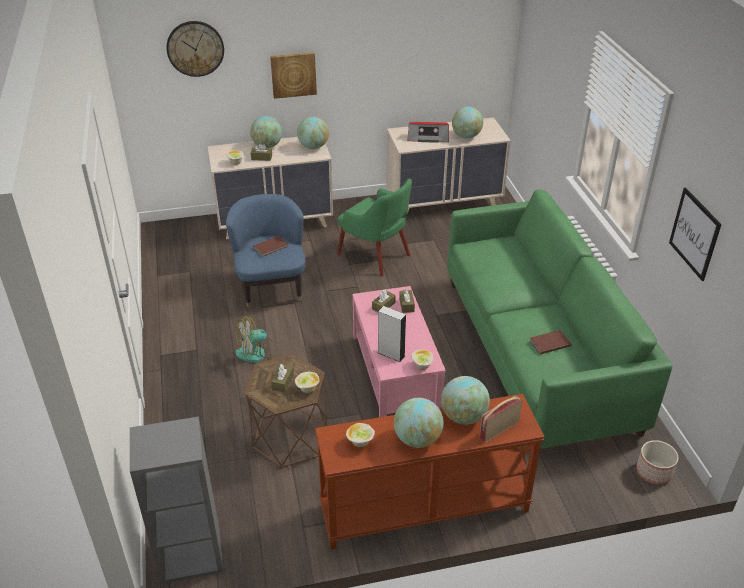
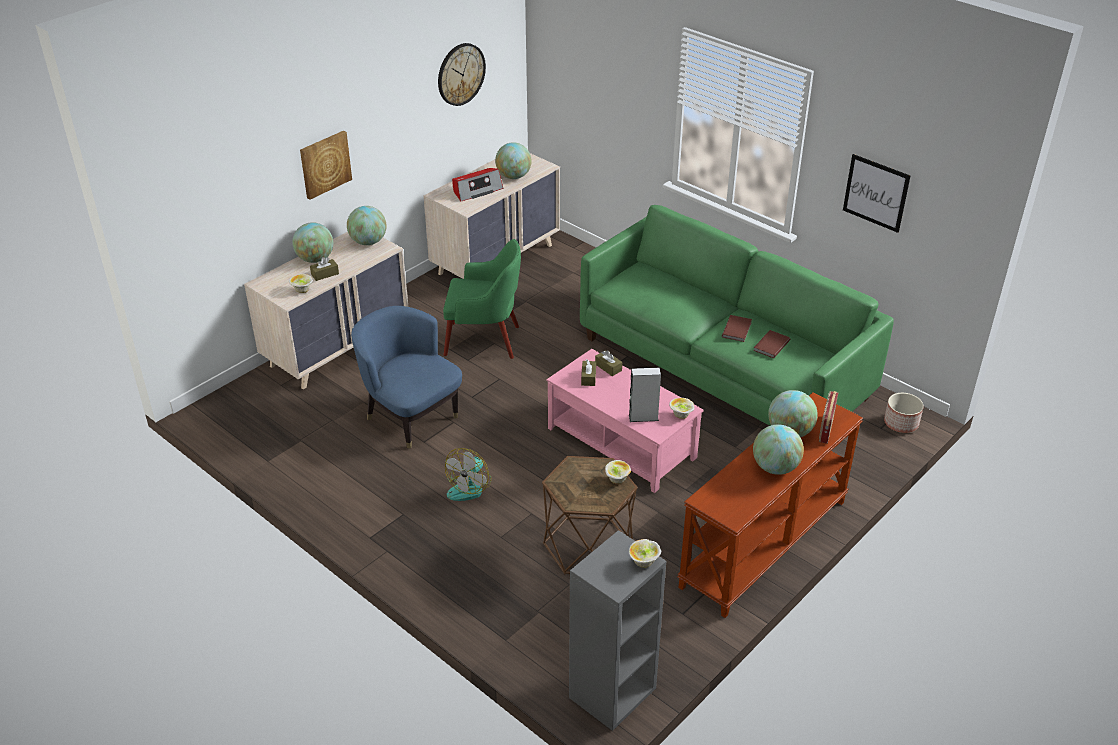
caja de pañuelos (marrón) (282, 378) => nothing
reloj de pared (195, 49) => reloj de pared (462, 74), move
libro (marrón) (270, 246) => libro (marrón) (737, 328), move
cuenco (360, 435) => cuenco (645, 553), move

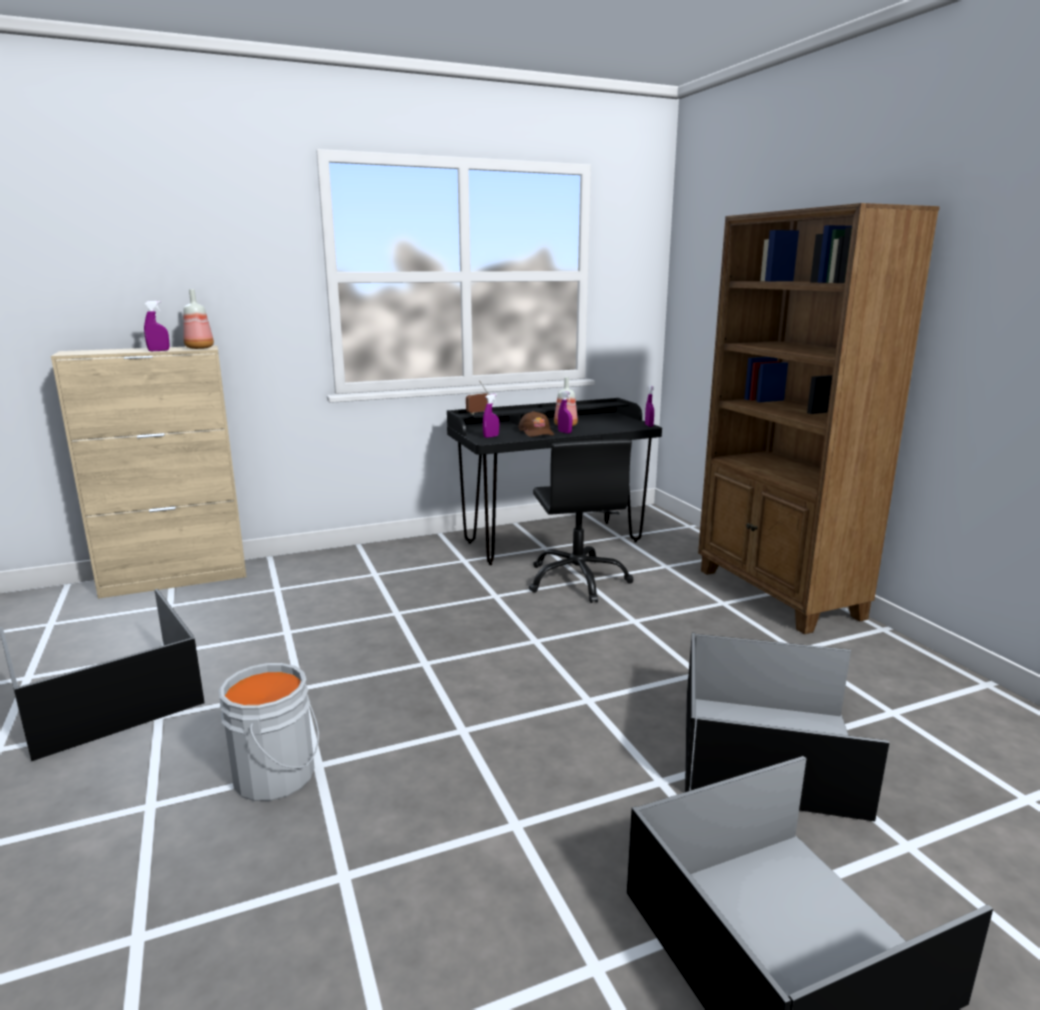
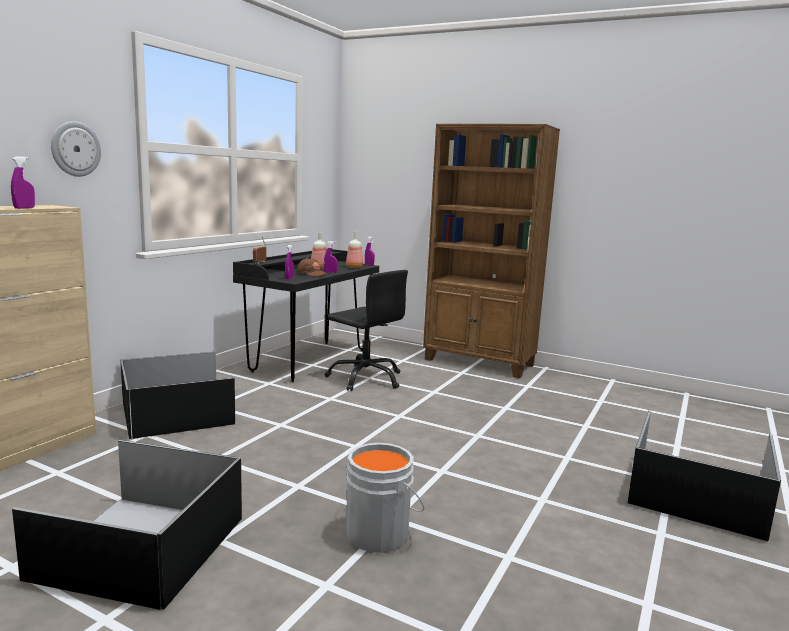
nothing => reloj de pared (76, 149)
botella (198, 319) => botella (354, 250), move
caja de almacenaje (negro) (787, 727) => caja de almacenaje (negro) (178, 395), move

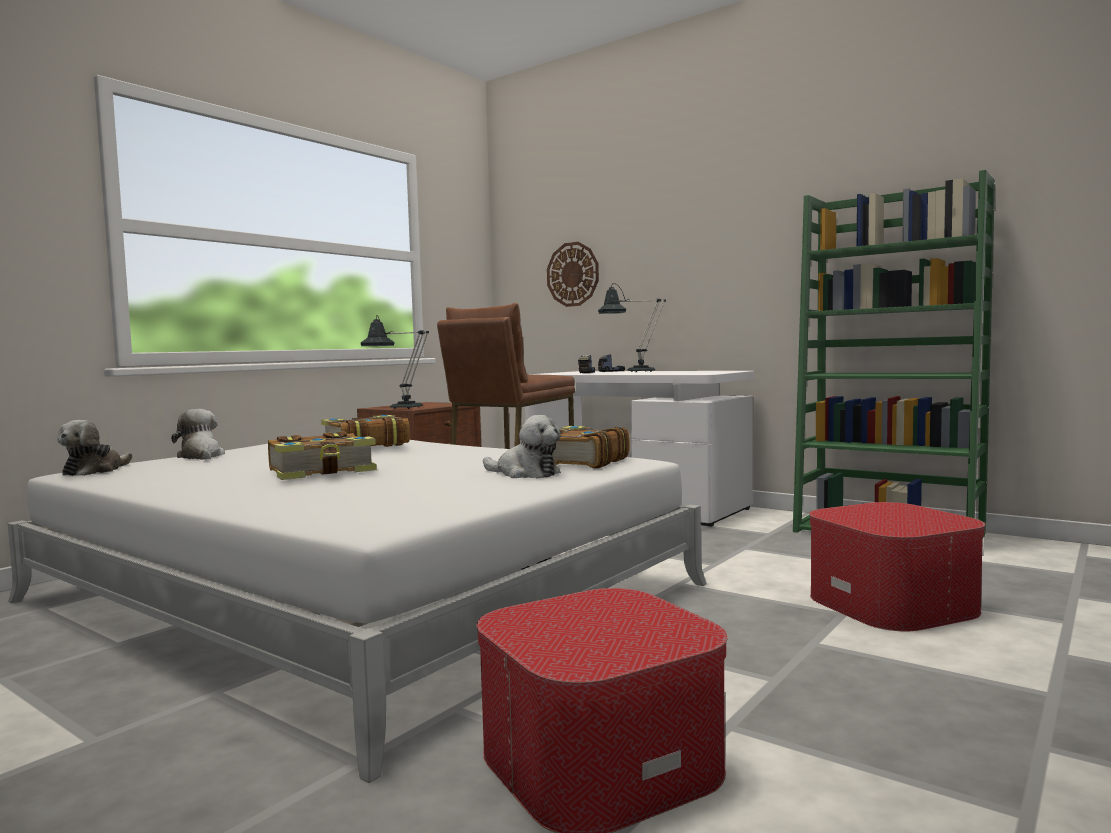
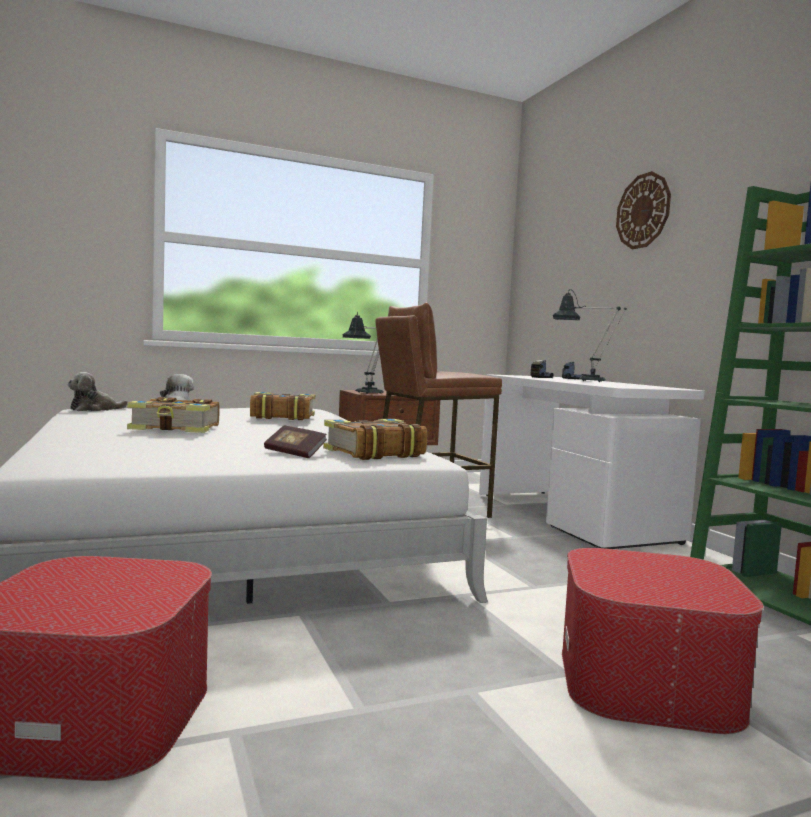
reloj de pared (573, 274) => reloj de pared (643, 210), move
peluche (522, 446) => libro (295, 442)

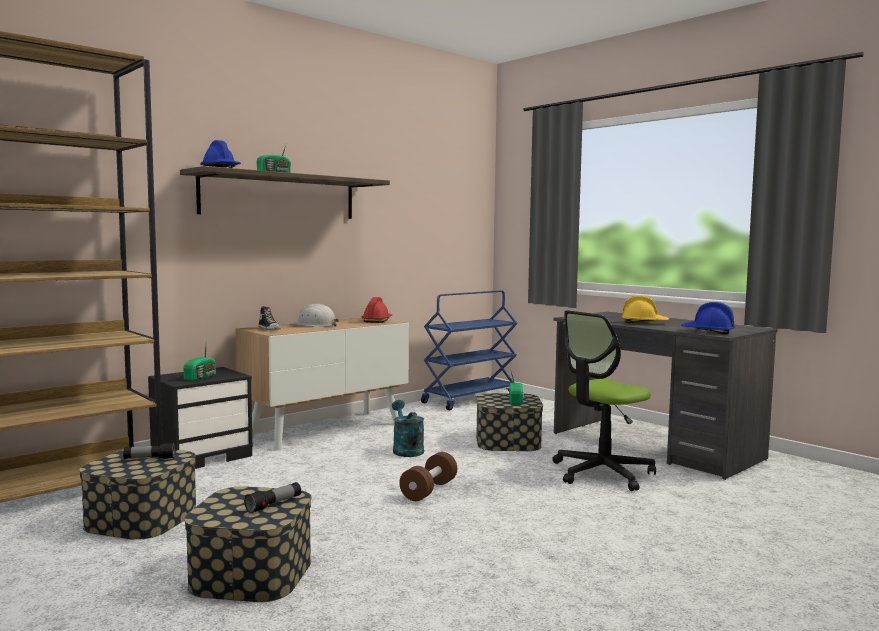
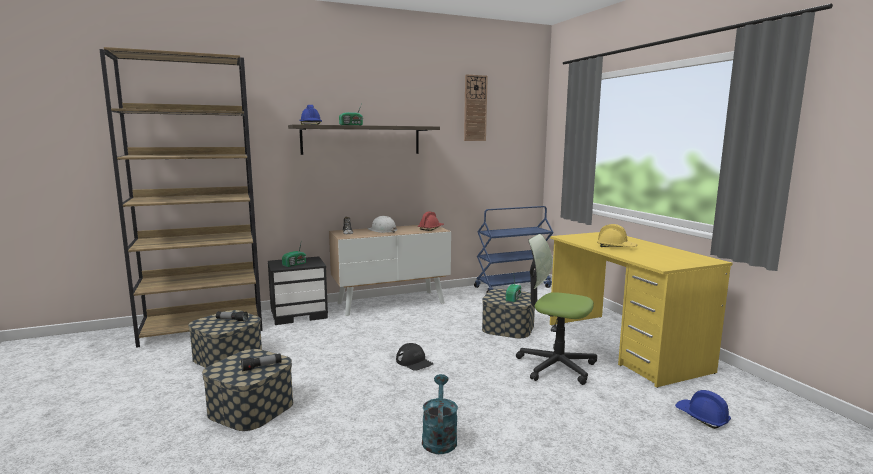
nothing => reloj de pared (476, 107)
regadera (turquesa) (408, 428) => regadera (turquesa) (440, 414), move
casco (azul) (708, 318) => casco (azul) (703, 409), move
mancuerna (marrón) (428, 476) => gorra (negro) (415, 357)
escritorio (gris) (665, 396) => escritorio (amarillo) (641, 310)
silla de oficina (604, 400) => silla de oficina (556, 309), 45 degrees clockwise

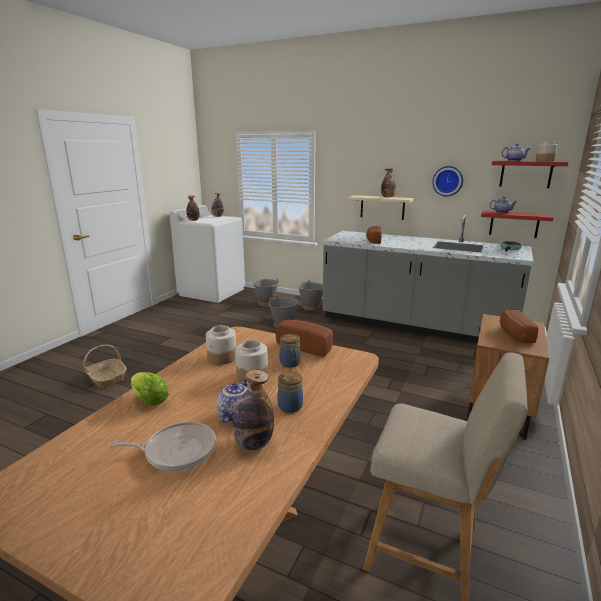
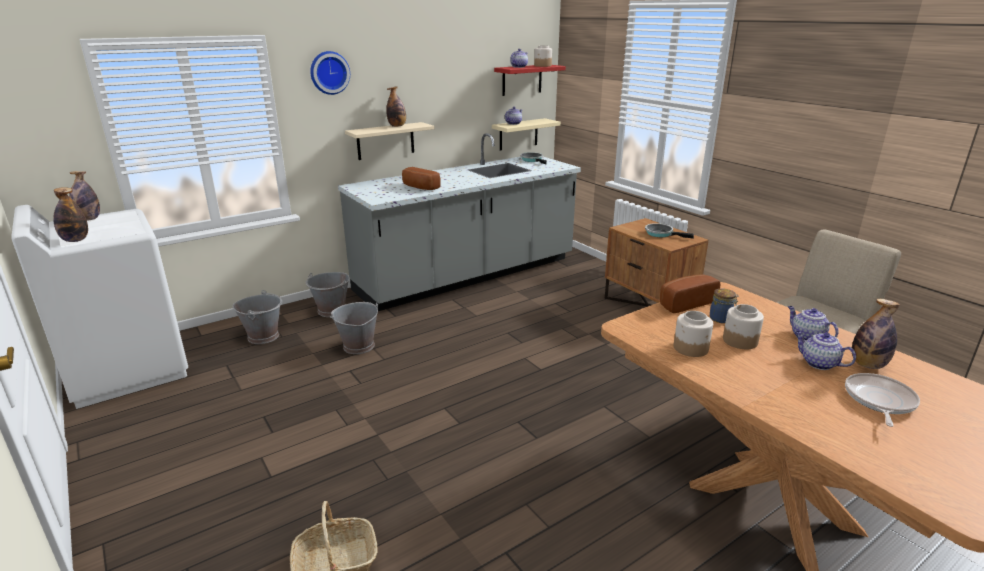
lechuga (150, 389) => nothing
reloj de pared (447, 181) => reloj de pared (330, 73), move
tarro (290, 392) => tetera (813, 323)
pan (519, 326) => sartén (669, 231)
estante (rojo) (517, 224) => estante (beis) (526, 134)

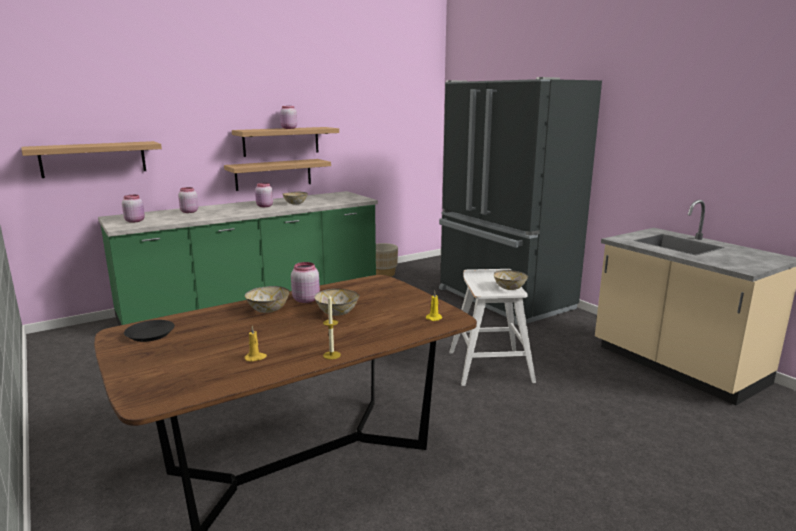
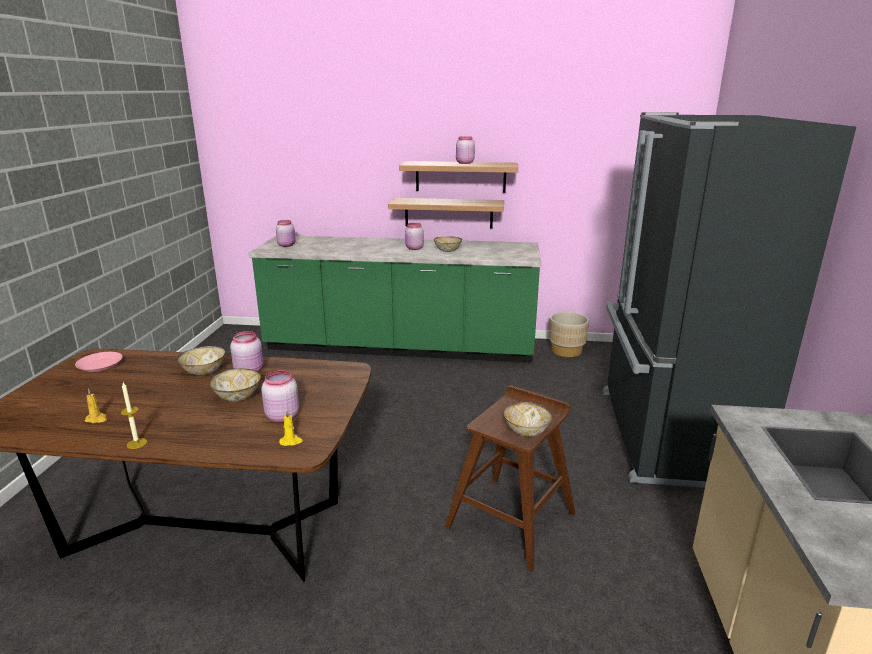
estante (91, 159) => nothing
tarro (rosa) (188, 200) => tarro (rosa) (280, 396), move
plato (negro) (149, 331) => plato (rosa) (99, 362)
taburete (blanco) (493, 327) => taburete (marrón) (510, 478)

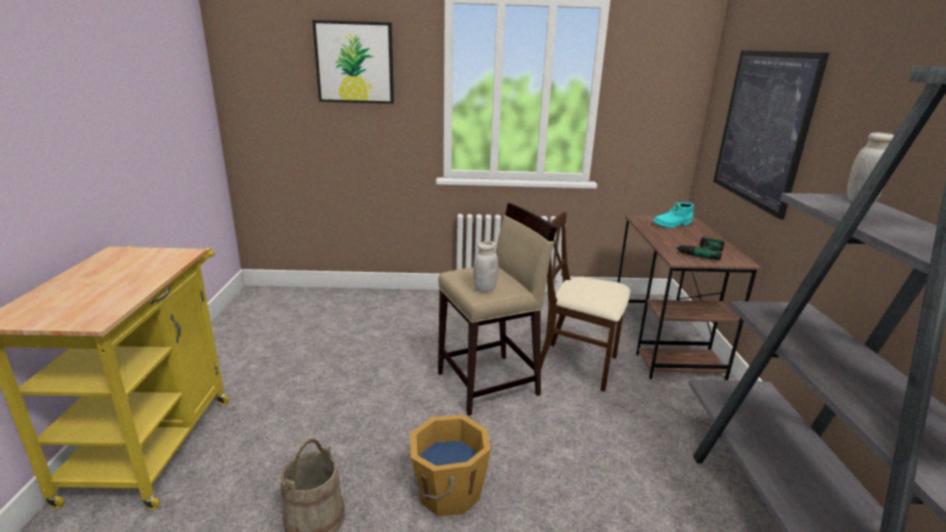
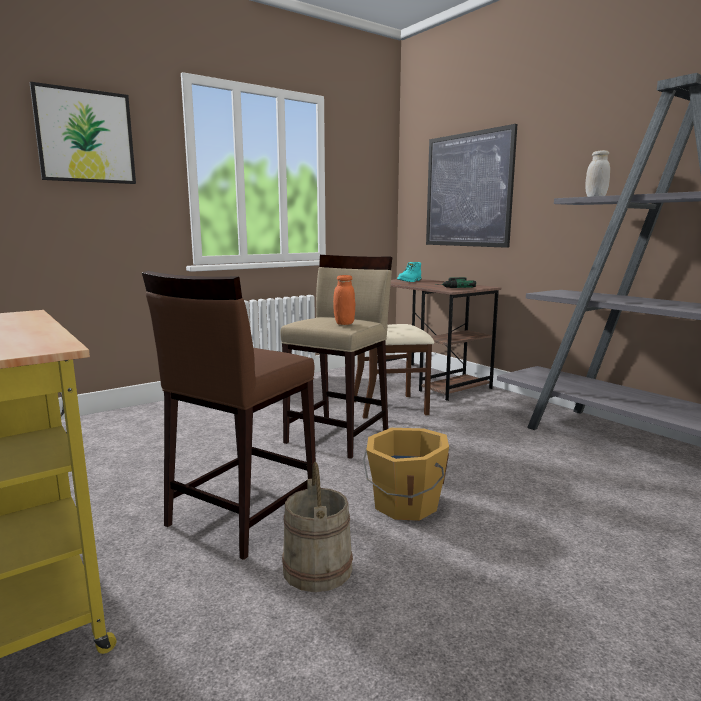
nothing => taburete (marrón) (229, 415)
tarro (blanco) (486, 266) => tarro (naranja) (344, 300)

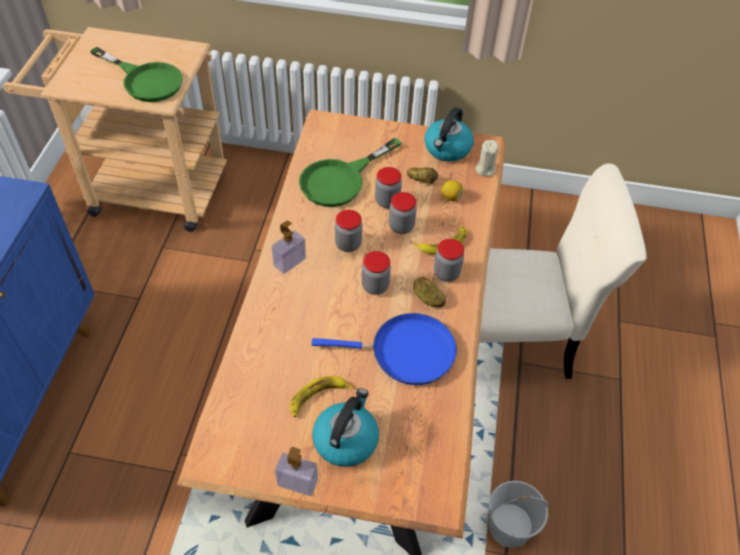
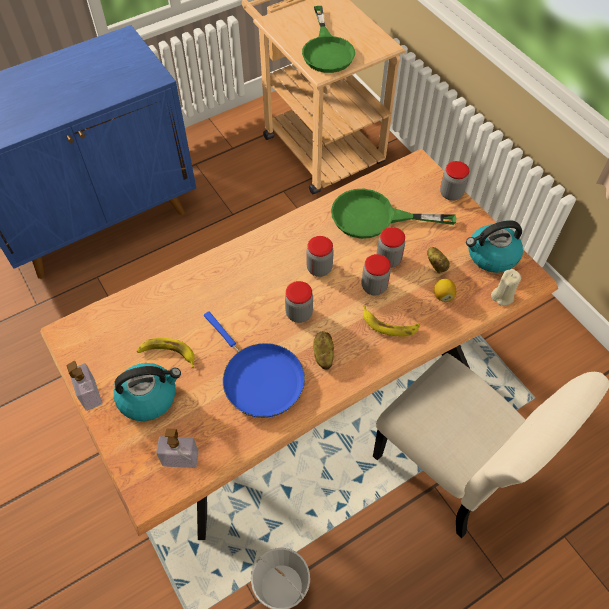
dispensador de jabón (289, 247) => dispensador de jabón (177, 448), move
tarro (449, 260) => tarro (455, 181), move

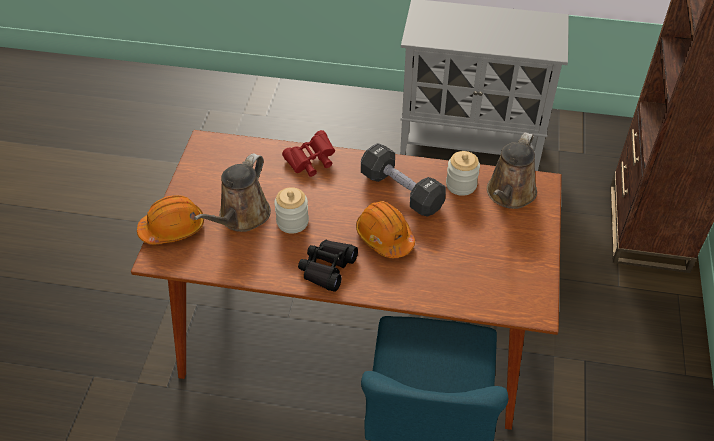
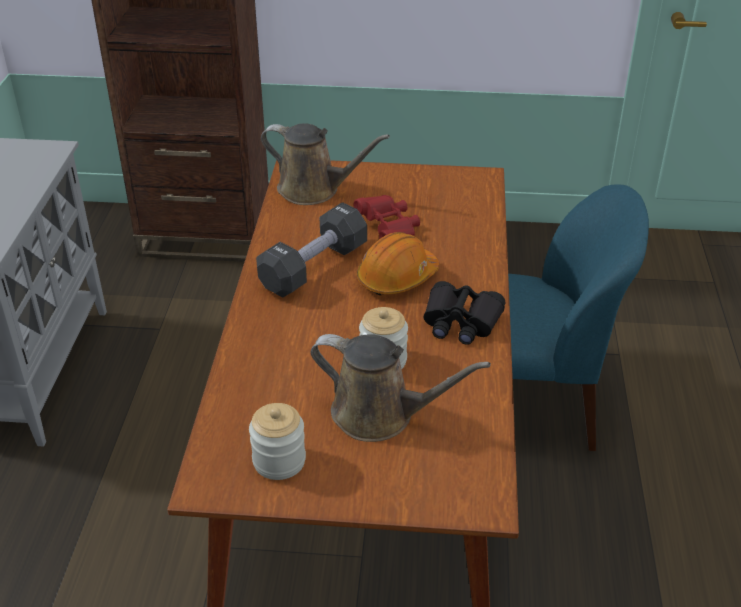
casco (naranja) (170, 219) => nothing
prismáticos (rojo) (308, 153) => prismáticos (rojo) (387, 217), move
tarro (463, 173) => tarro (277, 441), move

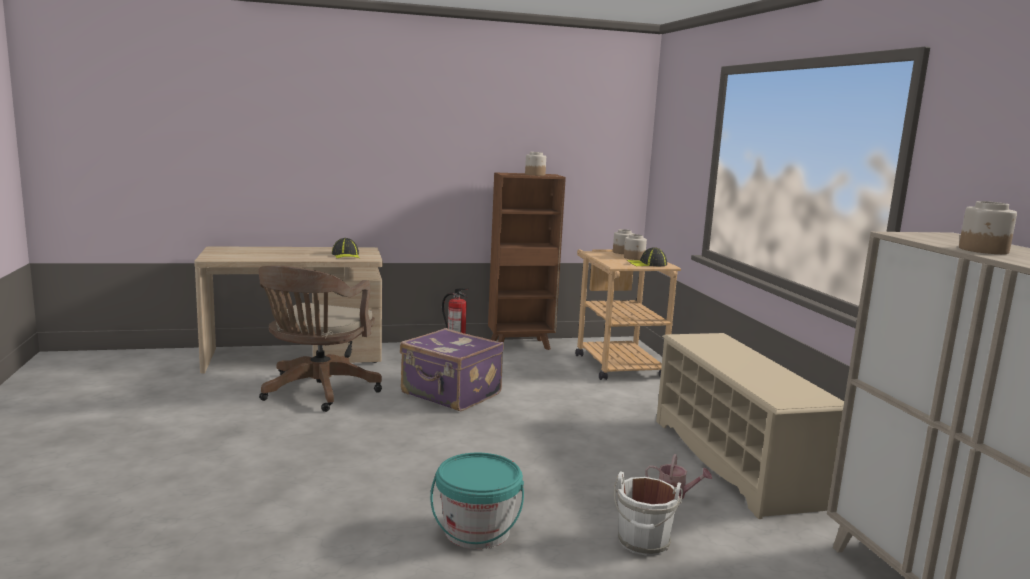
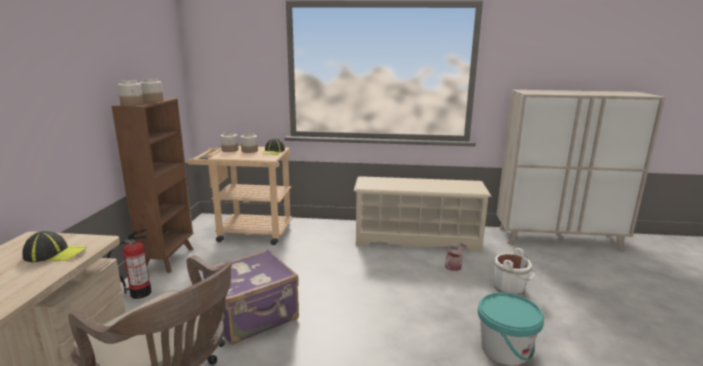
tarro (988, 227) => tarro (131, 92), move

